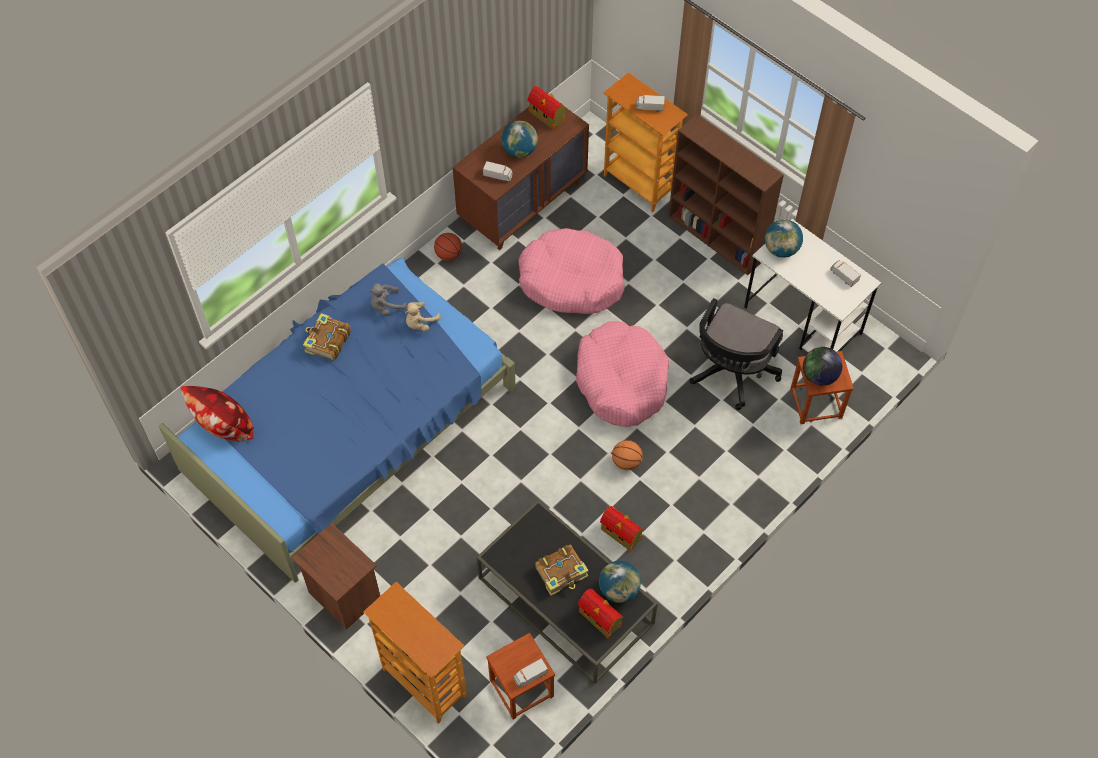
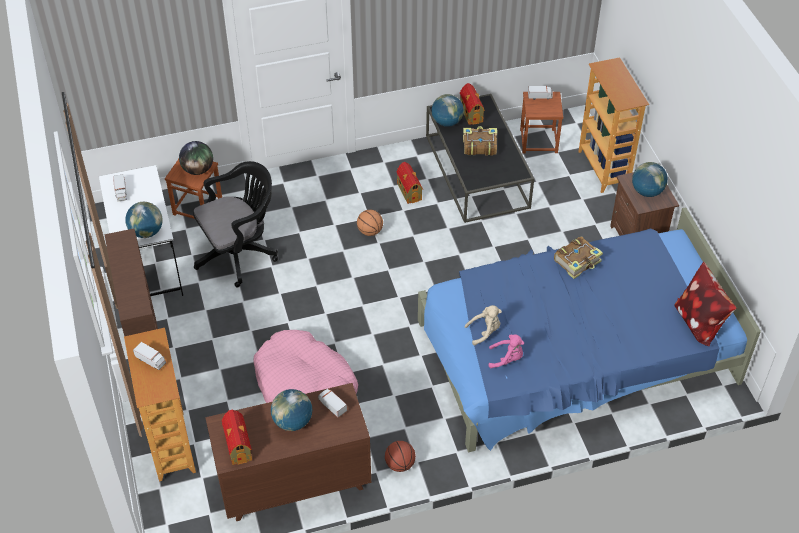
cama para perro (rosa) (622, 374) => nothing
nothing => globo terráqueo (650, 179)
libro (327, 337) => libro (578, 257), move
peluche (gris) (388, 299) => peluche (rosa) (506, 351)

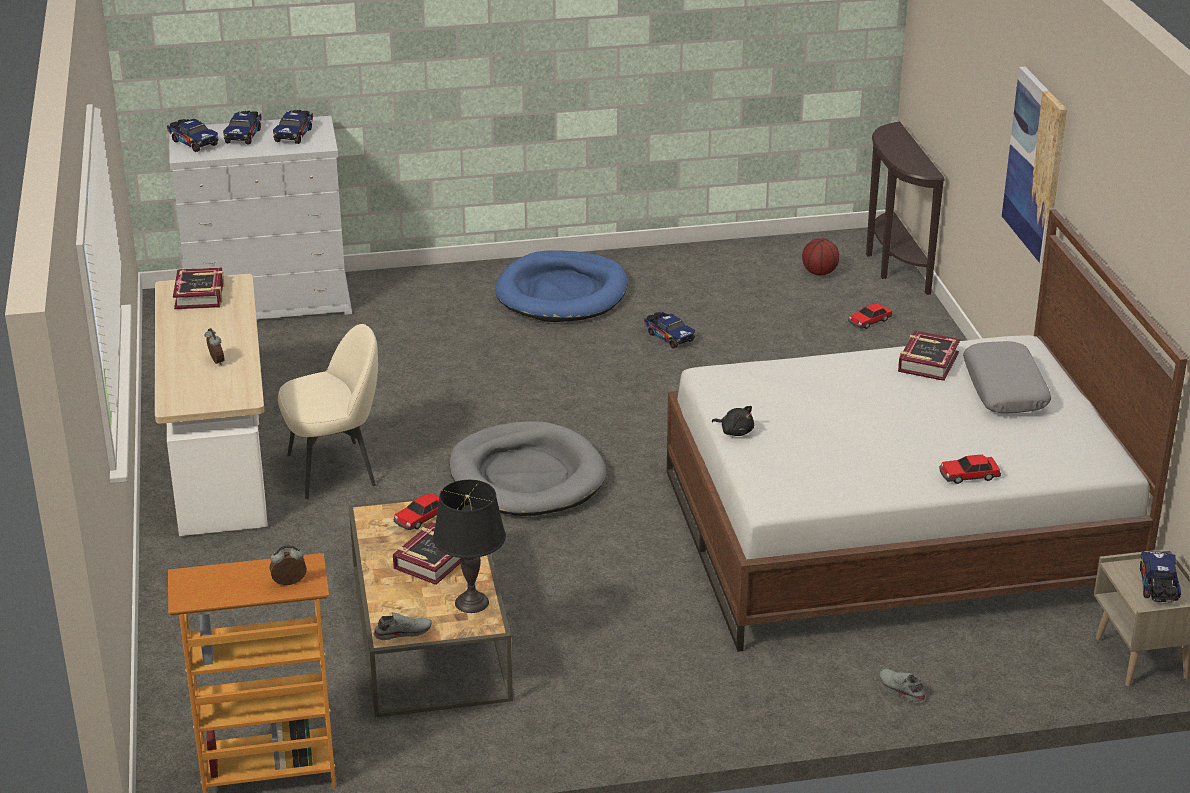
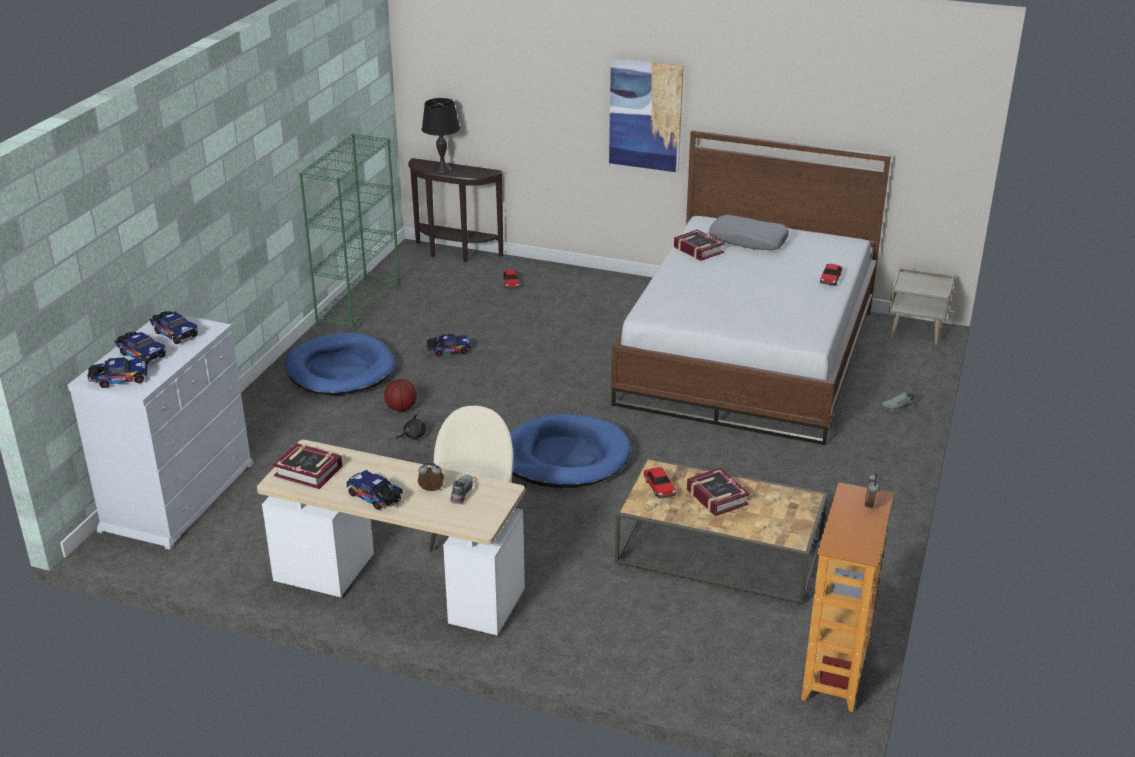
nothing => estantería (verde) (349, 233)
zapato (gris) (402, 626) => zapato (gris) (461, 489), move
lámpara de mesa (negro) (469, 546) => lámpara de mesa (negro) (441, 135), move
peluche (negro) (733, 421) => peluche (negro) (411, 427), move
balón de baloncesto (820, 256) => balón de baloncesto (400, 395), move
camión de juguete (1160, 577) => camión de juguete (375, 490), move
cama para perro (gris) (527, 468) => cama para perro (azul) (570, 451)

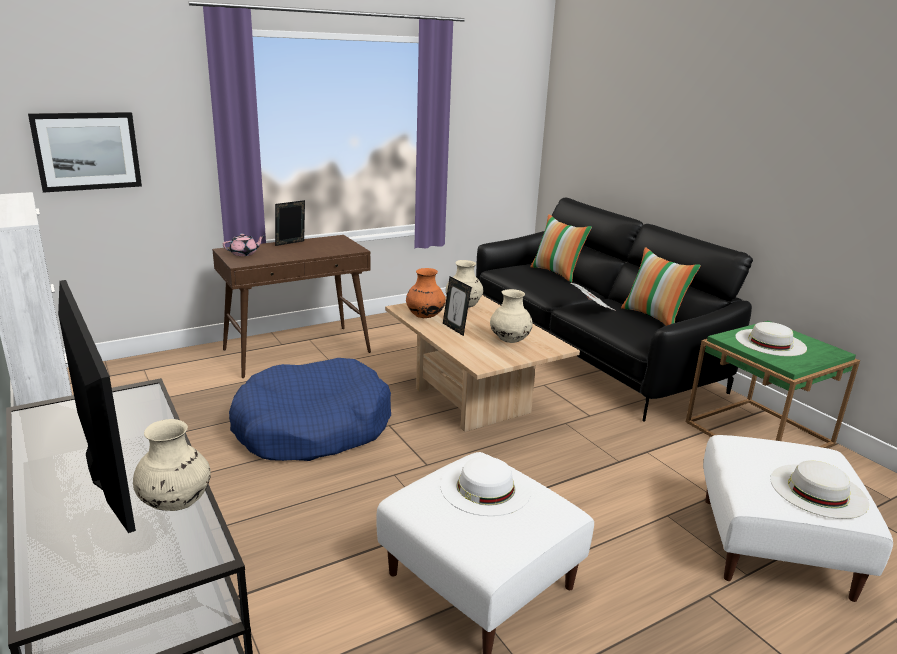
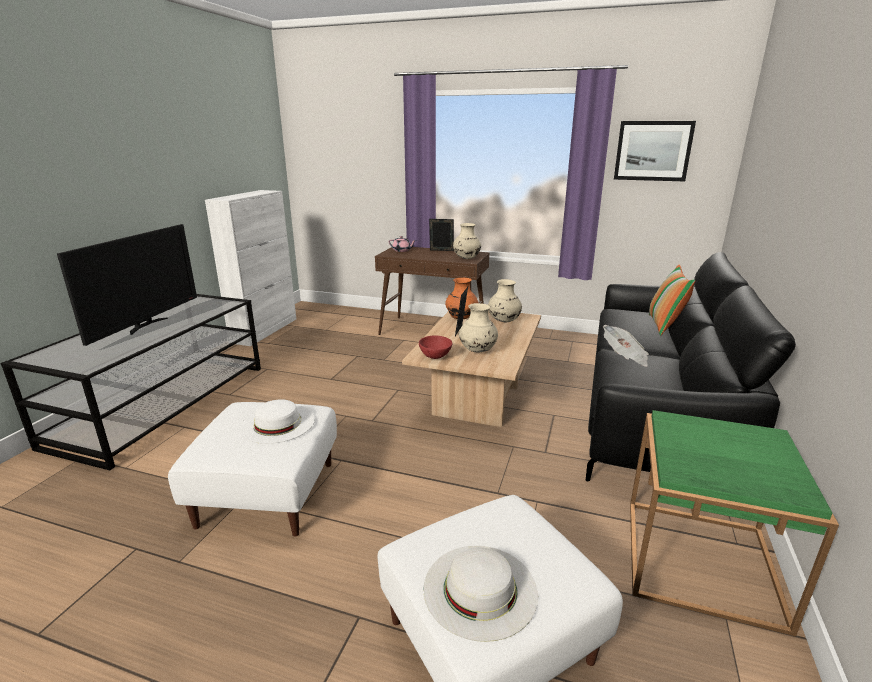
cama para perro (azul) (310, 409) => nothing
cojín (661, 286) => nothing
sombrero (blanco) (771, 339) => nothing
nothing => cuenco (rojo) (436, 347)
cuadro (85, 152) => cuadro (655, 151), move
florero (beis) (172, 465) => florero (beis) (467, 241), move

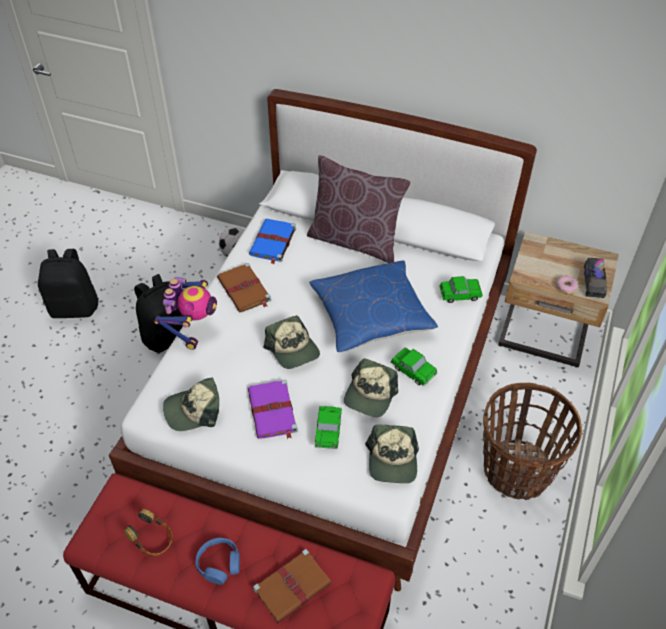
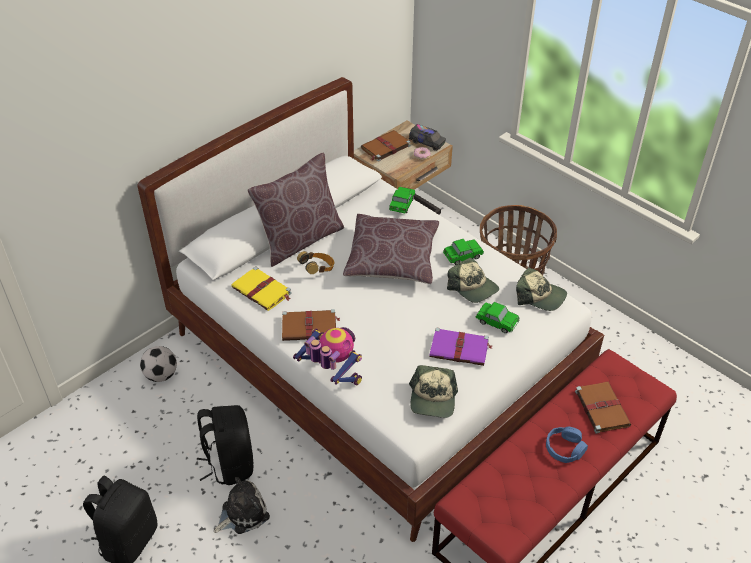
gorra (291, 342) => nothing
nothing => peluche (242, 505)
nothing => libro (marrón) (386, 145)
auriculares (148, 532) => auriculares (316, 262), move
libro (azul) (272, 241) => libro (amarillo) (261, 289)
cojín (azul) (373, 306) => cojín (marrón) (391, 249)

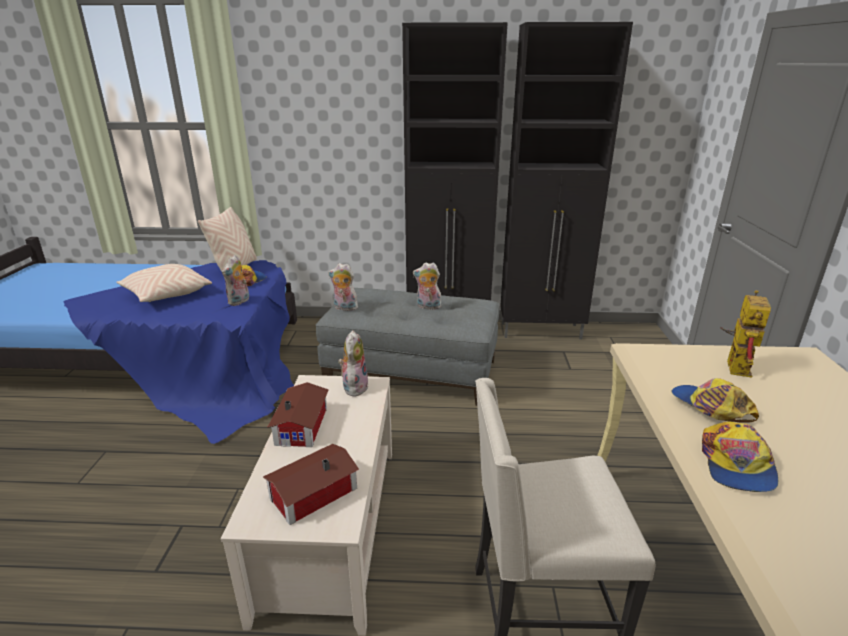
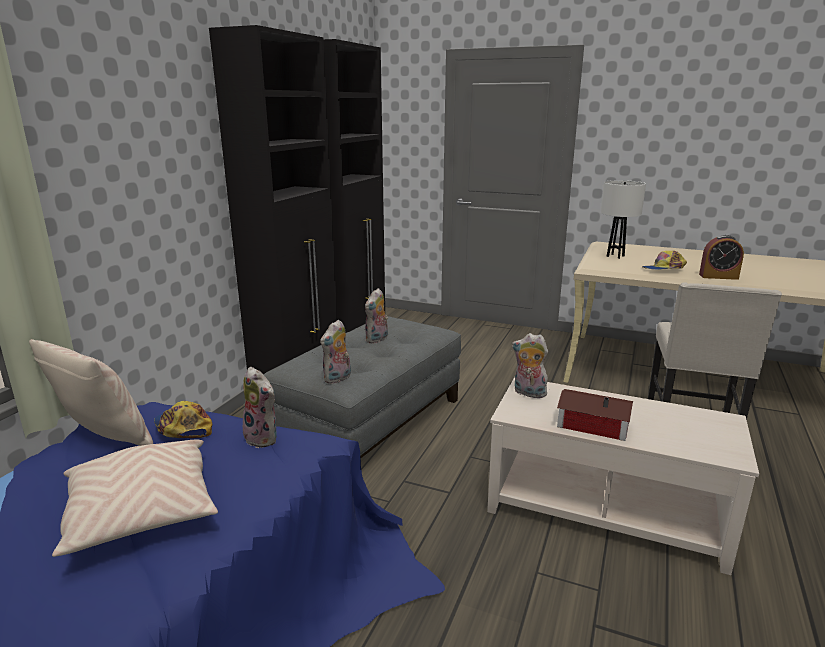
casita (311, 484) => nothing
gorra (740, 456) => despertador (721, 257)
robot de juguete (745, 334) => lámpara de mesa (blanco) (623, 219)

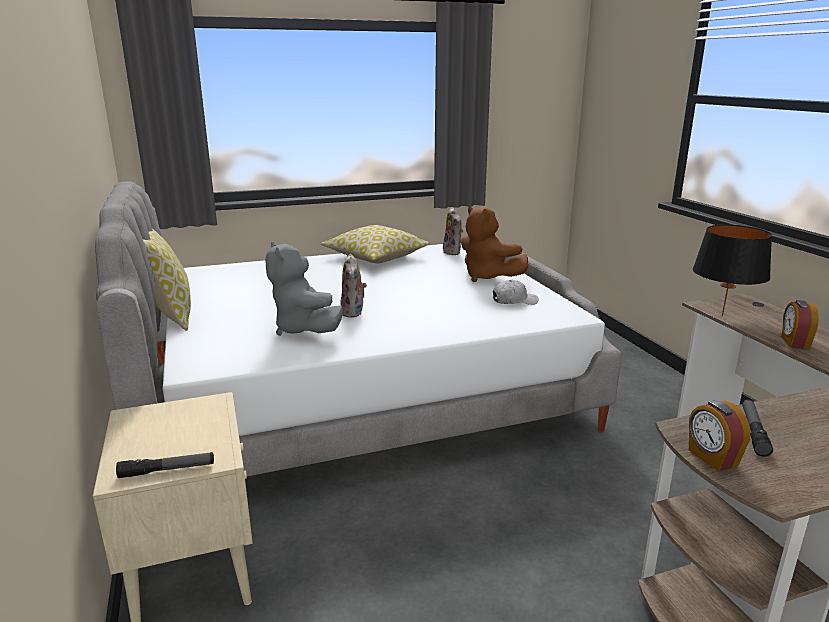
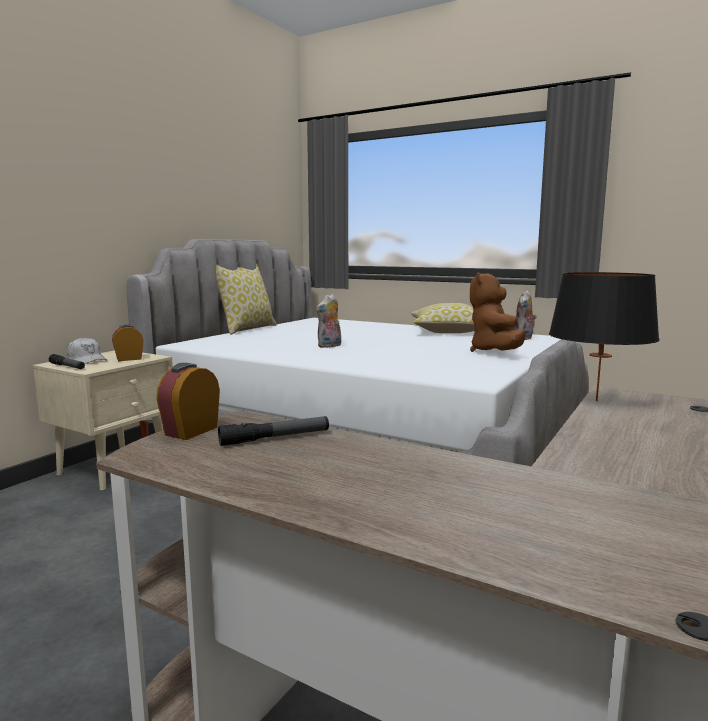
peluche (gris) (304, 288) => nothing
gorra (blanco) (516, 292) => gorra (blanco) (87, 350), move
despertador (800, 324) => despertador (128, 342), move

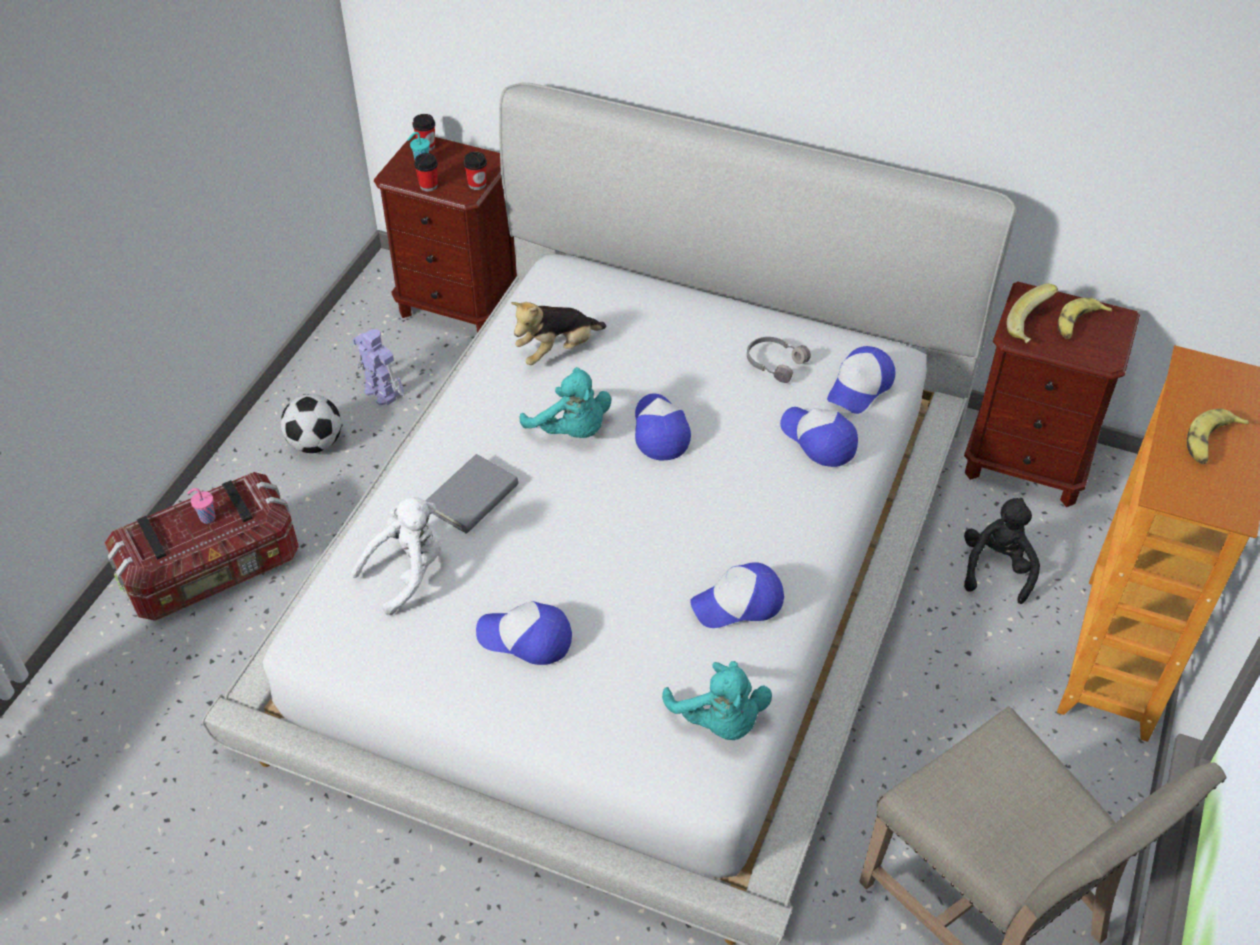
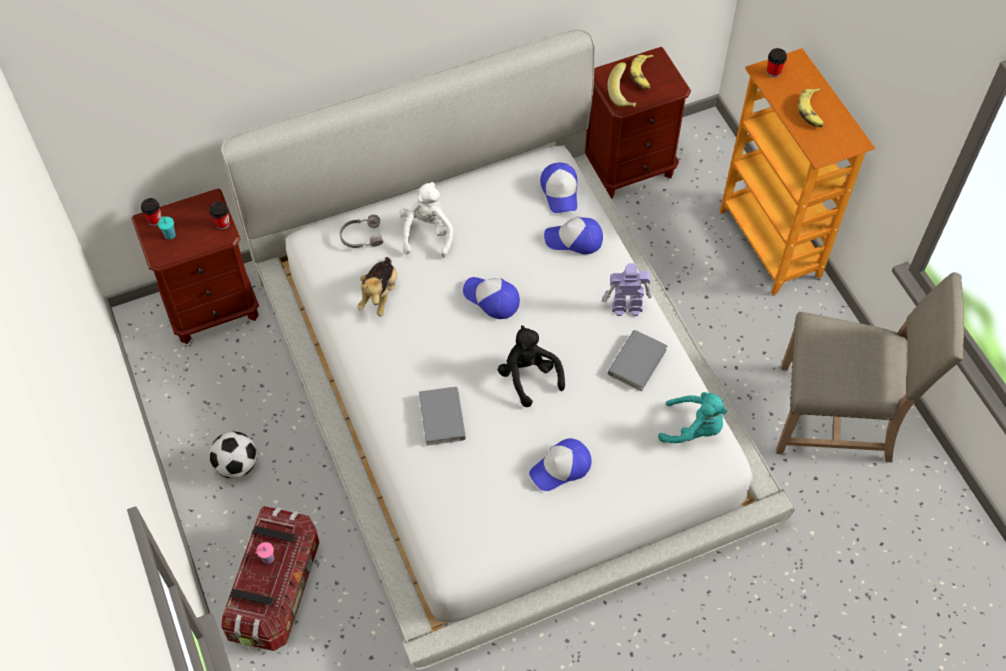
peluche (turquesa) (565, 402) => nothing
peluche (blanco) (396, 556) => peluche (blanco) (426, 220), move
robot de juguete (379, 367) => robot de juguete (627, 289), move
taza (426, 172) => taza (777, 63), move
auriculares (gris) (779, 360) => auriculares (gris) (361, 231), move
peluche (negro) (1002, 551) => peluche (negro) (531, 366), move
gorra (737, 595) => libro (gris) (638, 360)

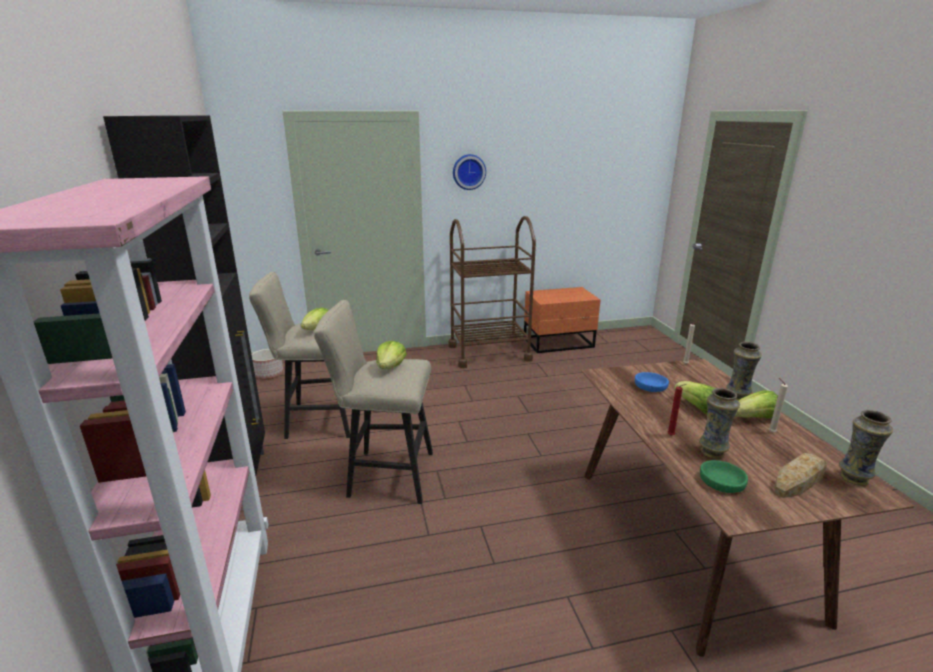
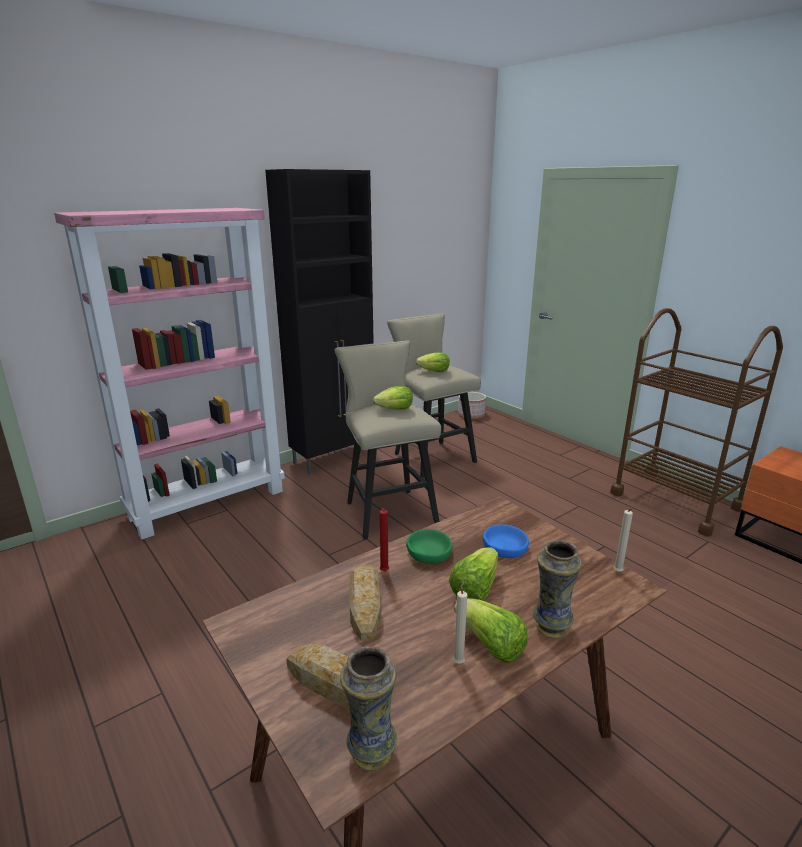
reloj de pared (469, 172) => nothing
cuenco (verde) (724, 476) => cuenco (verde) (429, 546), move
florero (719, 423) => pan (365, 603)

